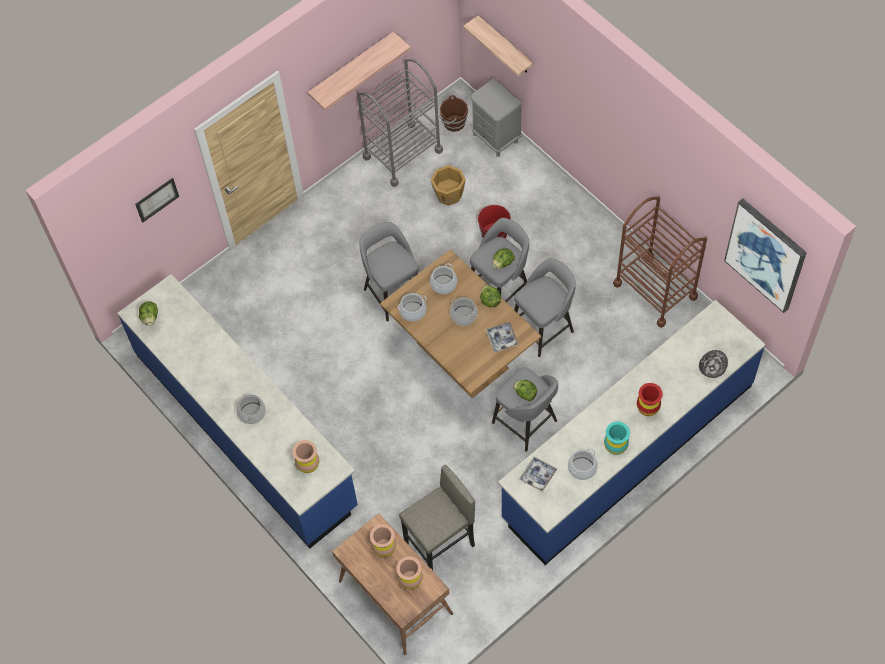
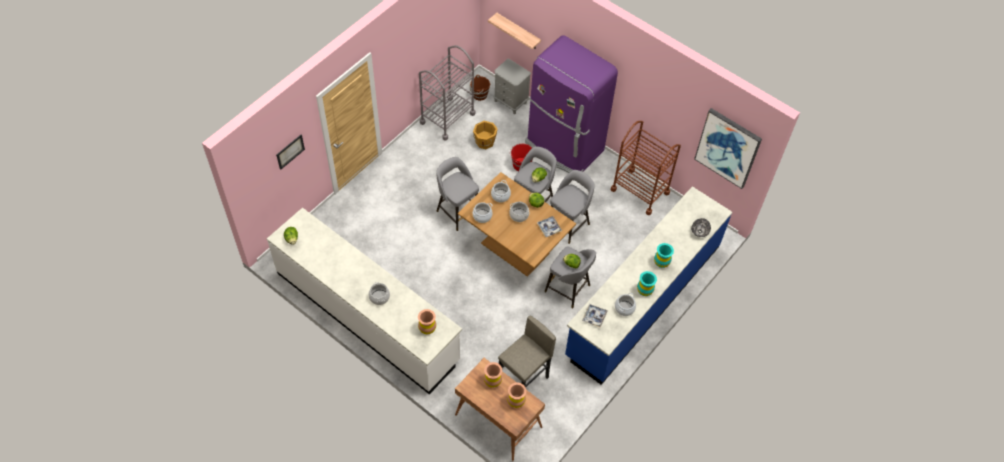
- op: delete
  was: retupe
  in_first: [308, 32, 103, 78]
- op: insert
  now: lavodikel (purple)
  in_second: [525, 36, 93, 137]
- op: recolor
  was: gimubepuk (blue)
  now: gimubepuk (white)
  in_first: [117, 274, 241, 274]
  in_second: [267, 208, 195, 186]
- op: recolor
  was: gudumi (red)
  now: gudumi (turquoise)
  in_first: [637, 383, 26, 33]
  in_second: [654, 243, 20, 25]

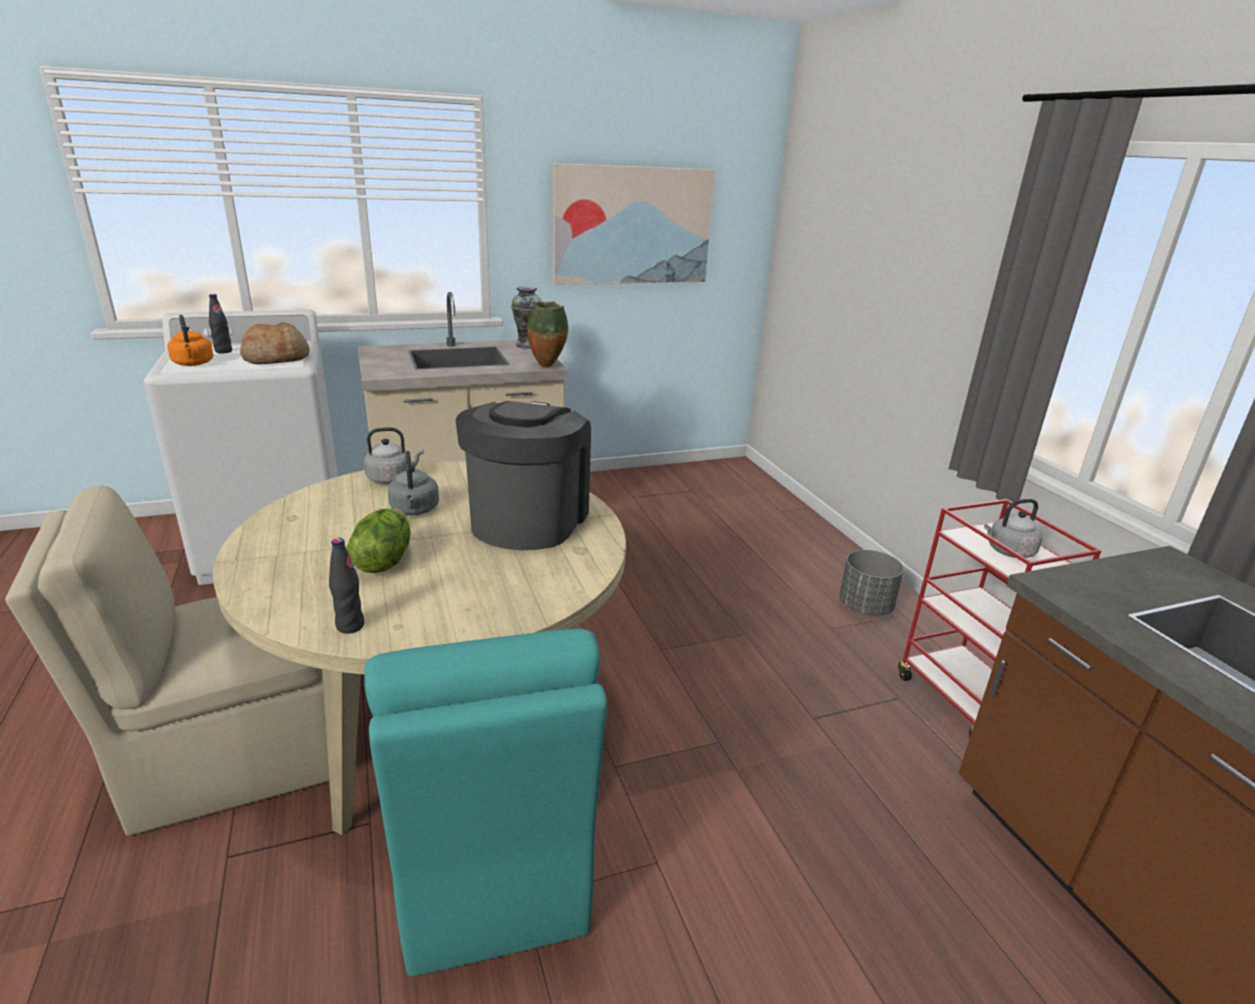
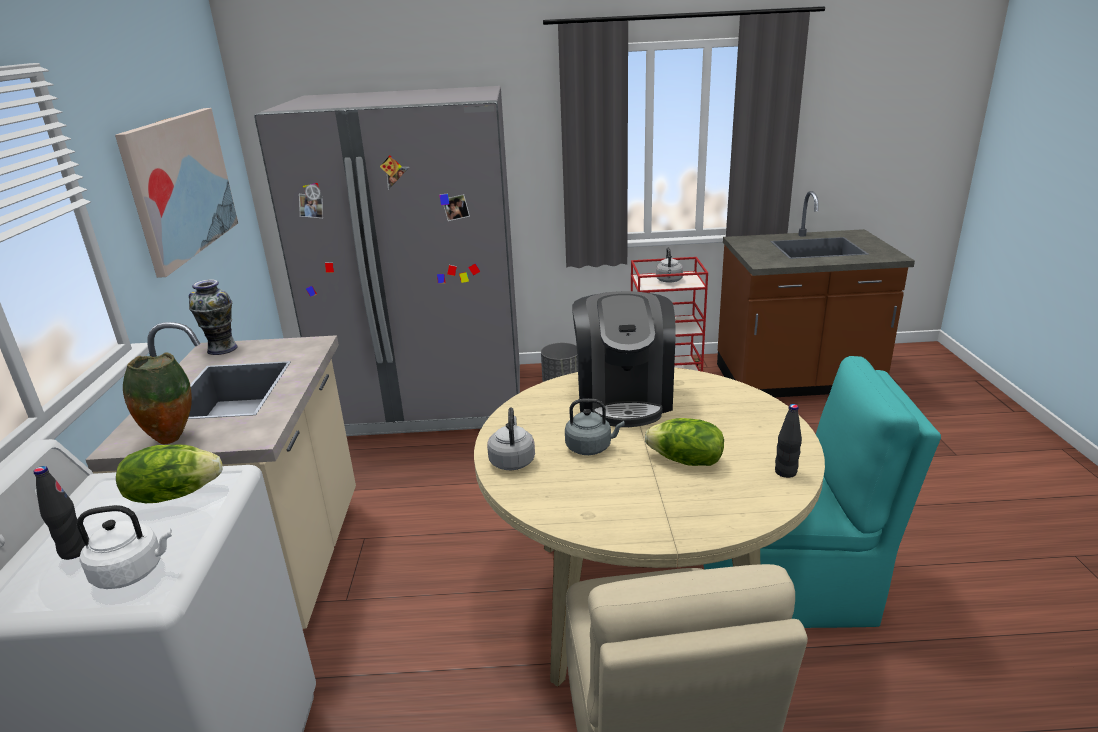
- op: insert
  now: lavodikel (grey)
  in_second: [254, 86, 266, 350]
- op: move
  was: gudumi
  in_first: [527, 302, 41, 65]
  in_second: [123, 352, 69, 92]
- op: replace
  was: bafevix
  now: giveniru
  in_first: [240, 322, 70, 42]
  in_second: [116, 444, 106, 59]
- op: recolor
  was: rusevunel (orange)
  now: rusevunel (white)
  in_first: [167, 315, 46, 51]
  in_second: [77, 505, 95, 84]
- op: rotate
  was: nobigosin
  in_first: [455, 401, 136, 149]
  in_second: [572, 291, 104, 136]
  clockwise: -120

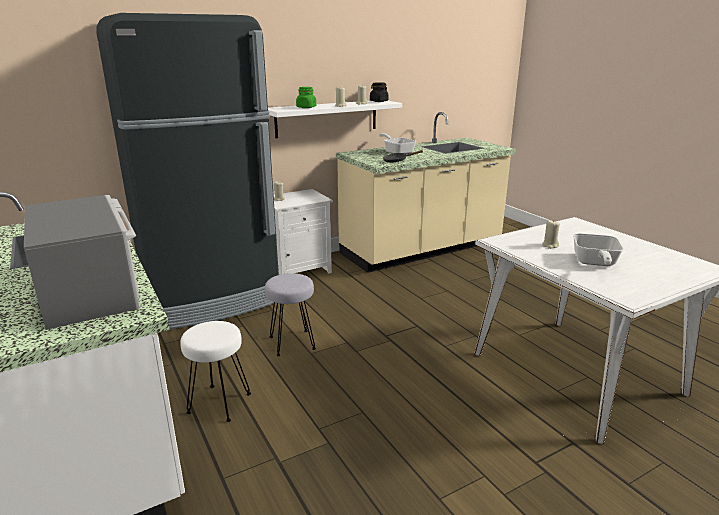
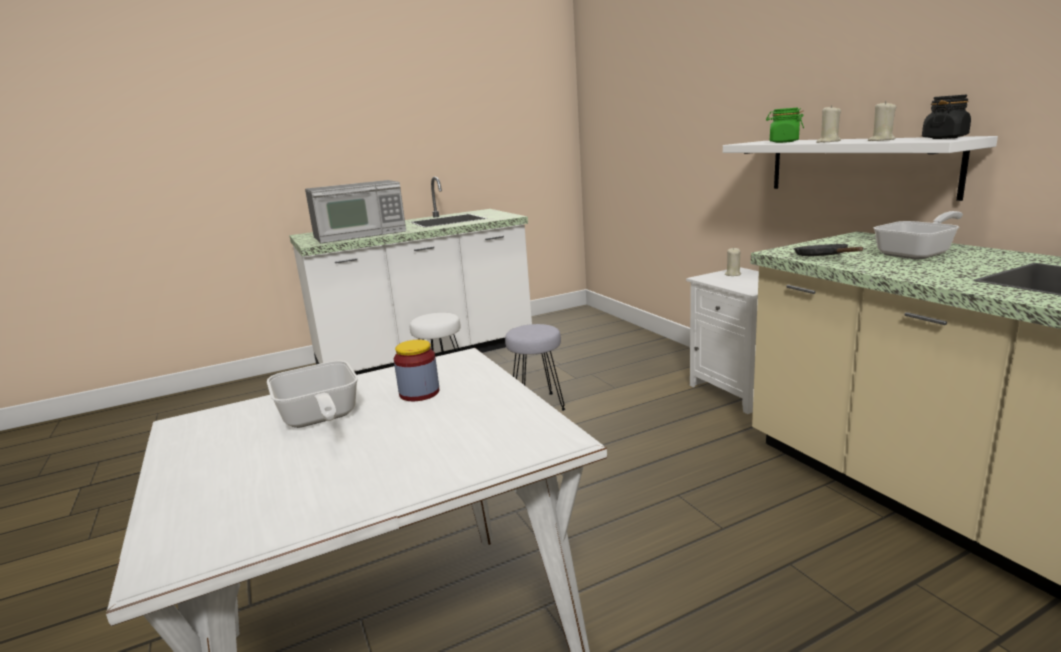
- op: delete
  was: lavodikel (black)
  in_first: [97, 13, 182, 316]
- op: replace
  was: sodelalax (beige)
  now: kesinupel
  in_first: [542, 221, 18, 28]
  in_second: [394, 340, 46, 61]
- op: rotate
  was: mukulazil
  in_first: [573, 233, 51, 33]
  in_second: [267, 361, 91, 67]
  clockwise: -135

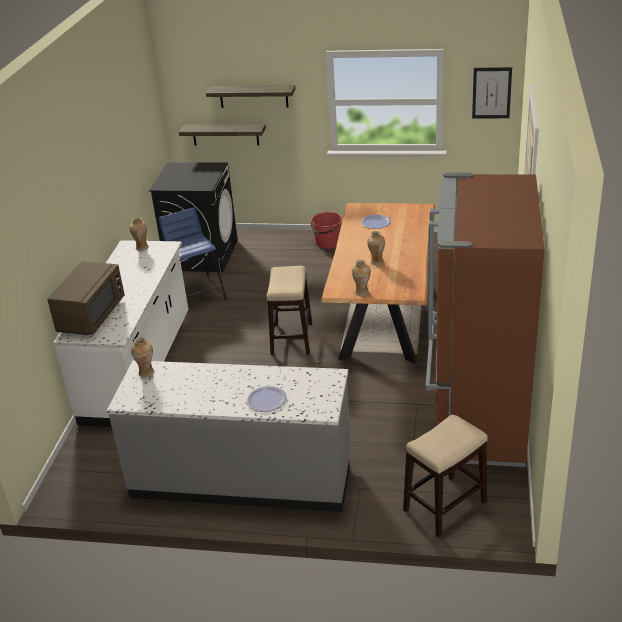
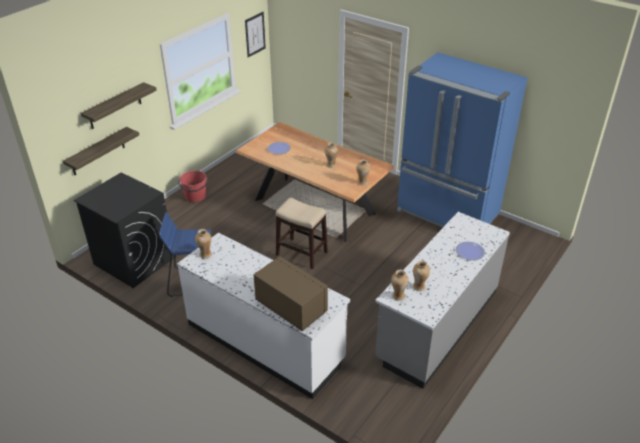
- op: delete
  was: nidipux
  in_first: [403, 415, 85, 122]
- op: insert
  now: gudumi
  in_second: [413, 260, 17, 31]
- op: recolor
  was: lavodikel (brown)
  now: lavodikel (blue)
  in_first: [426, 172, 119, 295]
  in_second: [397, 52, 131, 175]

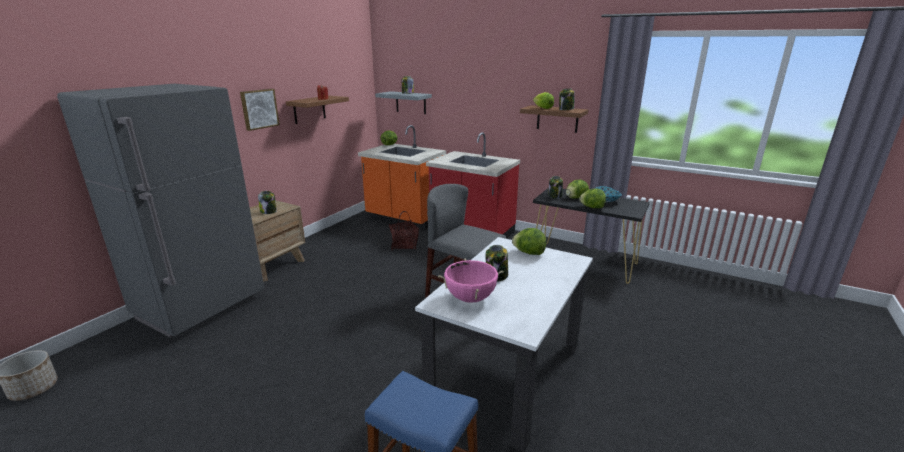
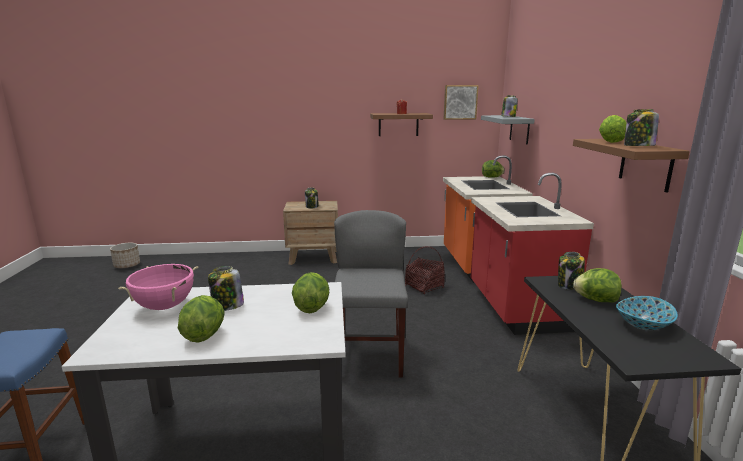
- op: delete
  was: lavodikel (grey)
  in_first: [57, 84, 207, 254]
- op: move
  was: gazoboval
  in_first: [240, 89, 40, 42]
  in_second: [444, 85, 35, 35]
- op: move
  was: giveniru
  in_first: [579, 189, 27, 19]
  in_second: [178, 295, 47, 48]

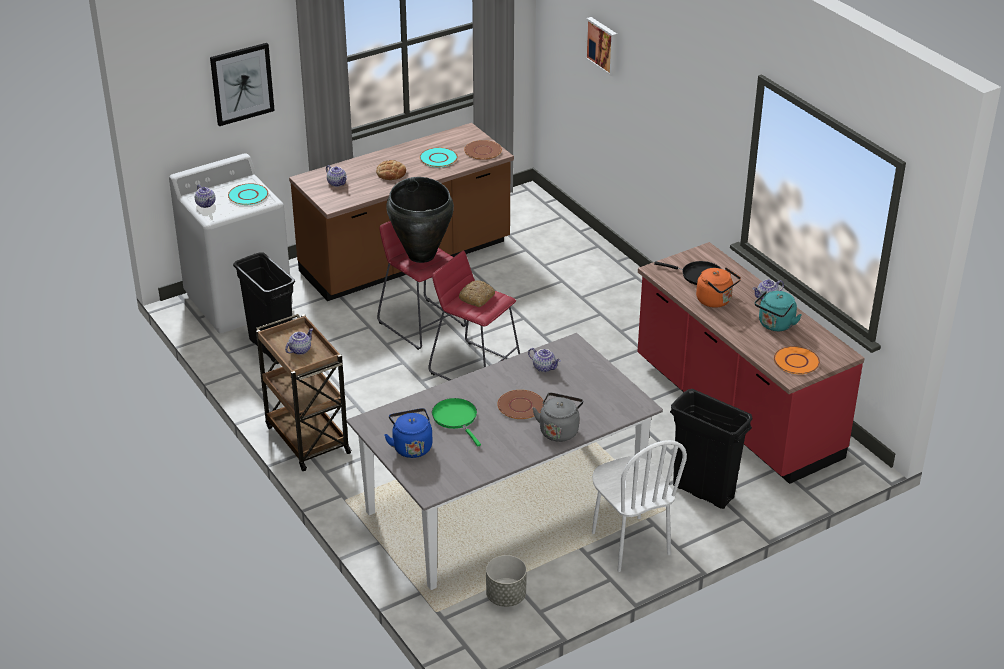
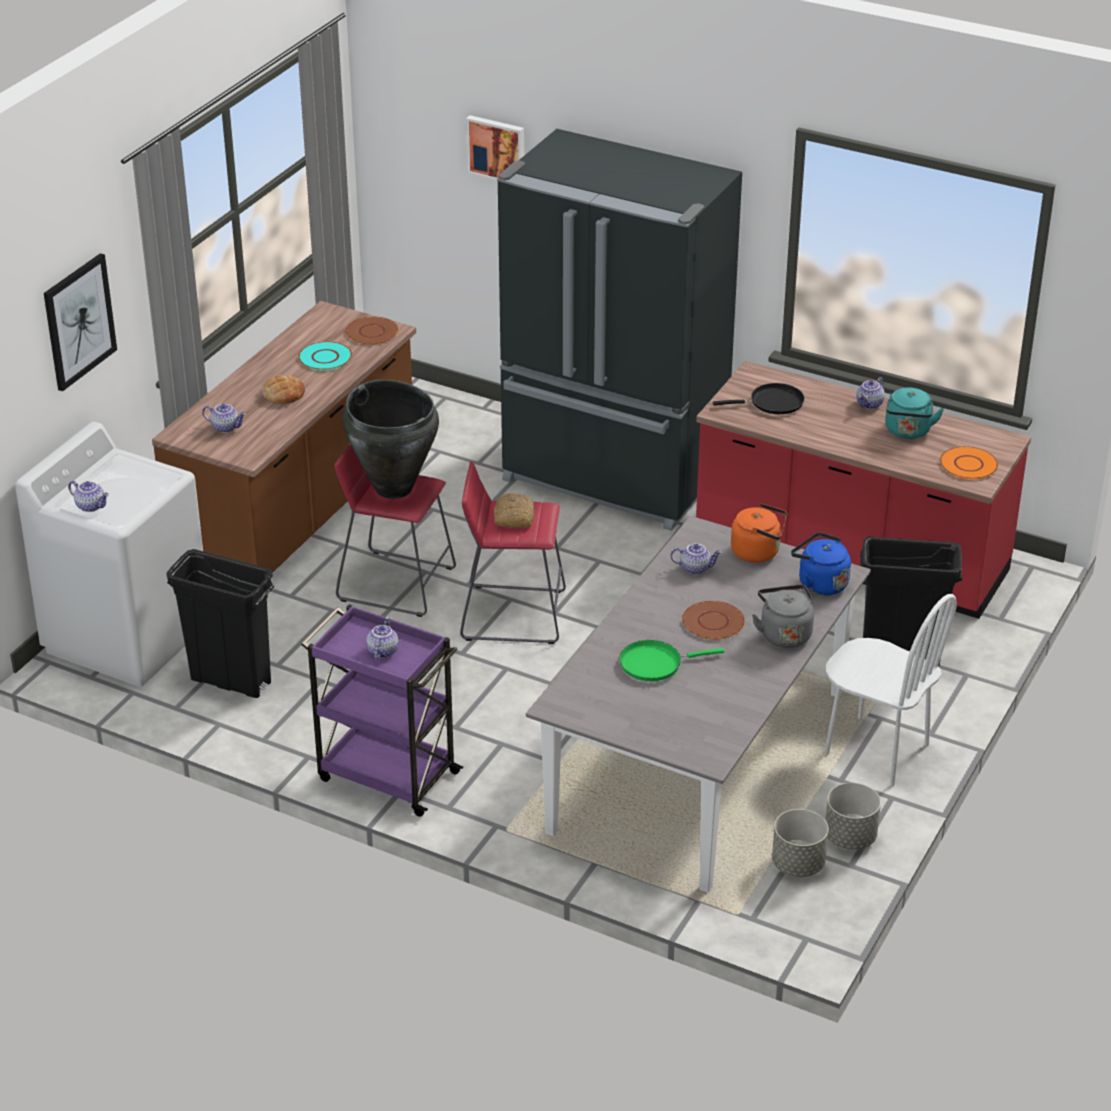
- op: delete
  was: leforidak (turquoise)
  in_first: [228, 184, 40, 21]
- op: insert
  now: lavodikel (black)
  in_second: [497, 129, 245, 402]
- op: insert
  now: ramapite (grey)
  in_second: [825, 783, 56, 66]
- op: move
  was: rusevunel (blue)
  in_first: [384, 408, 49, 50]
  in_second: [791, 532, 60, 64]
- op: move
  was: rusevunel (orange)
  in_first: [696, 267, 45, 41]
  in_second: [731, 503, 56, 60]
- op: recolor
  was: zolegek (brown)
  now: zolegek (purple)
  in_first: [256, 314, 96, 157]
  in_second: [301, 604, 162, 213]
- op: rotate
  was: mukulazil (green)
  in_first: [432, 398, 49, 48]
  in_second: [619, 640, 105, 41]
  clockwise: -45

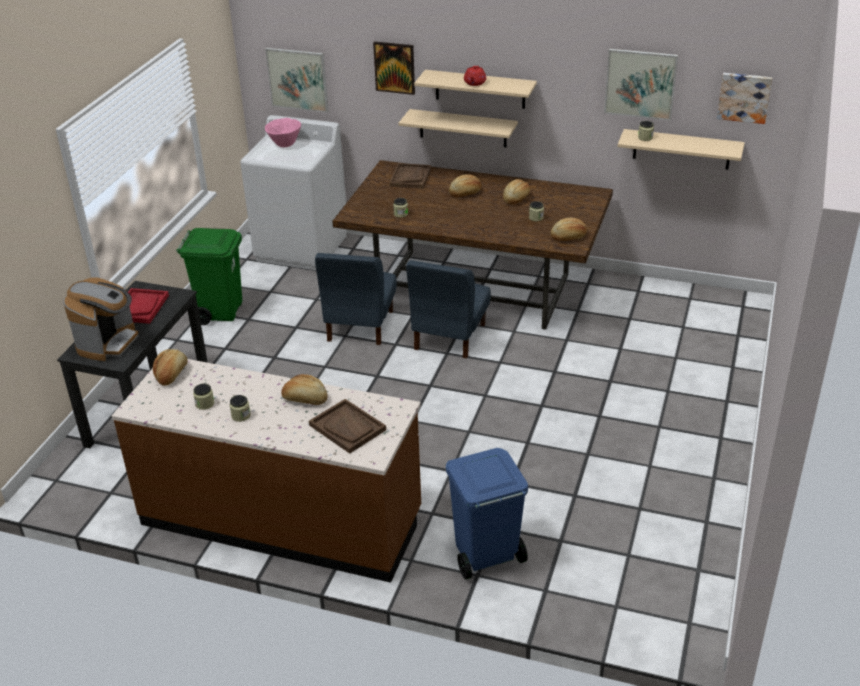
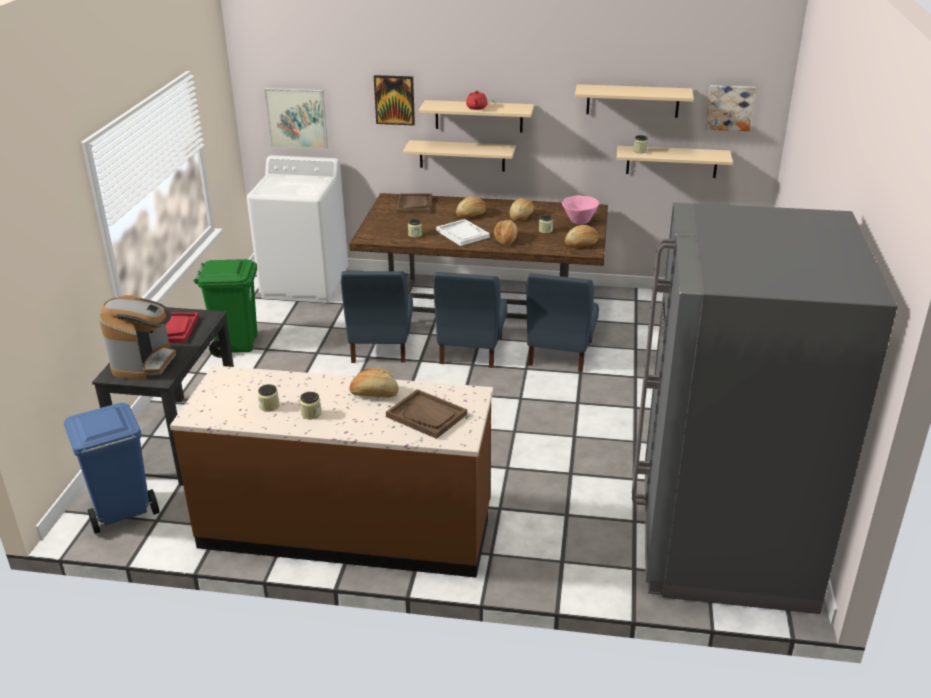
- op: insert
  now: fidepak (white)
  in_second: [436, 219, 54, 27]
- op: insert
  now: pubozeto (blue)
  in_second: [526, 273, 73, 99]
- op: insert
  now: lavodikel (grey)
  in_second: [632, 203, 266, 411]
- op: move
  was: bafevix
  in_first: [153, 349, 35, 37]
  in_second: [494, 220, 23, 26]
- op: move
  was: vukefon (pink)
  in_first: [265, 118, 36, 29]
  in_second: [562, 195, 37, 30]
- op: move
  was: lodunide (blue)
  in_first: [446, 448, 82, 131]
  in_second: [64, 403, 96, 131]
- op: replace
  was: gazoboval
  now: retupe (beige)
  in_first: [604, 49, 74, 71]
  in_second: [575, 84, 119, 34]

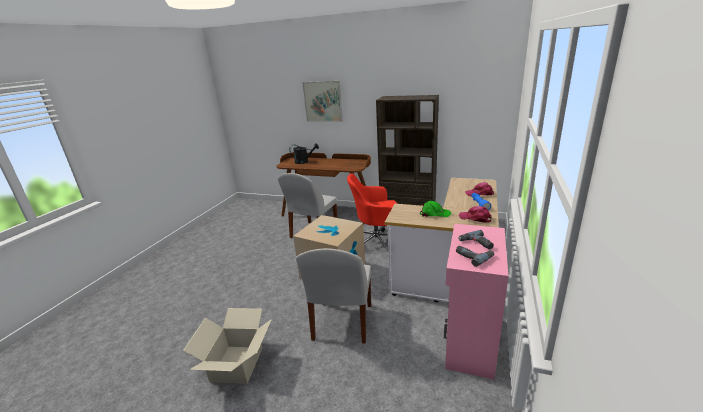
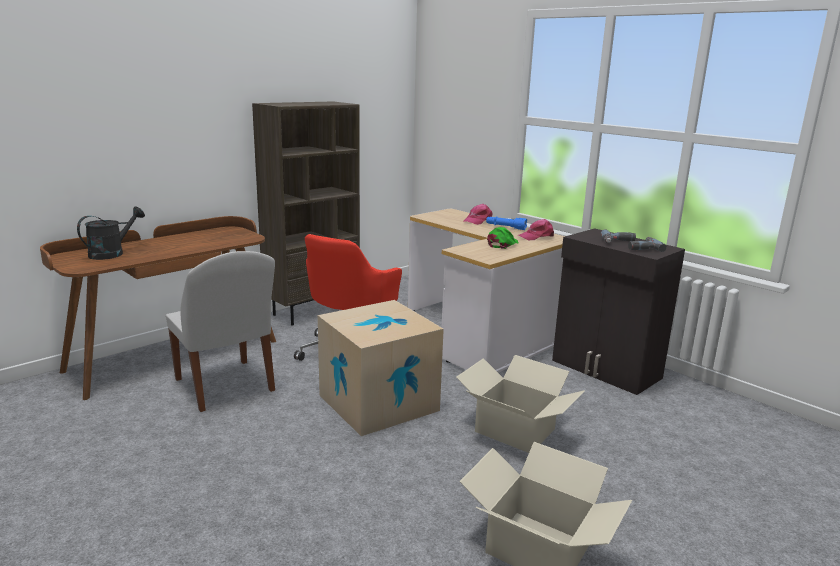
- op: delete
  was: gazoboval
  in_first: [302, 81, 41, 41]
- op: replace
  was: pubozeto (white)
  now: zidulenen
  in_first: [296, 248, 75, 96]
  in_second: [456, 355, 128, 98]
- op: recolor
  was: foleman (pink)
  now: foleman (black)
  in_first: [444, 224, 64, 156]
  in_second: [552, 228, 133, 167]

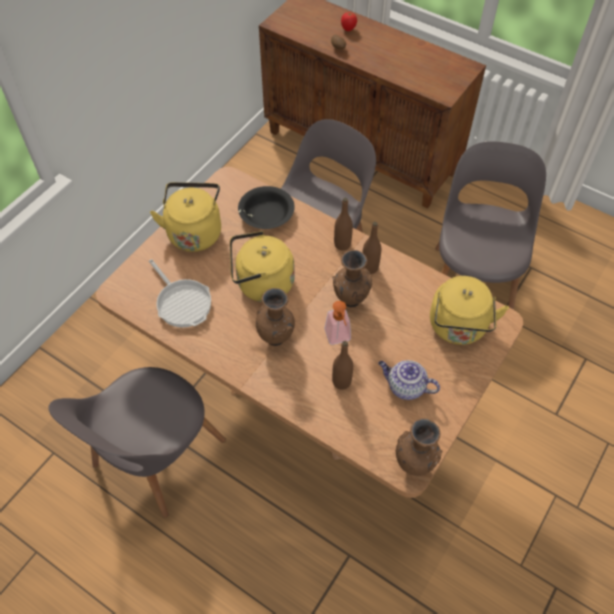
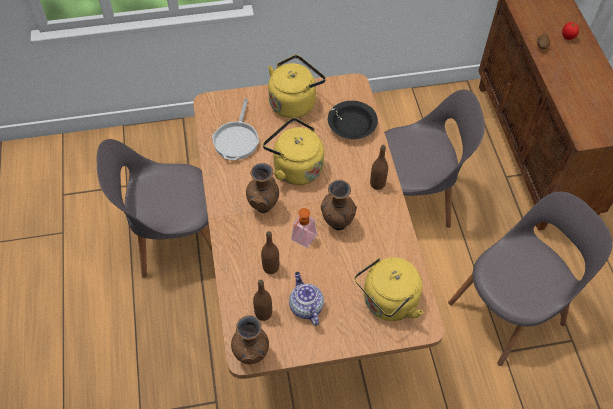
- op: move
  was: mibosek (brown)
  in_first: [362, 222, 19, 52]
  in_second: [253, 279, 19, 42]

